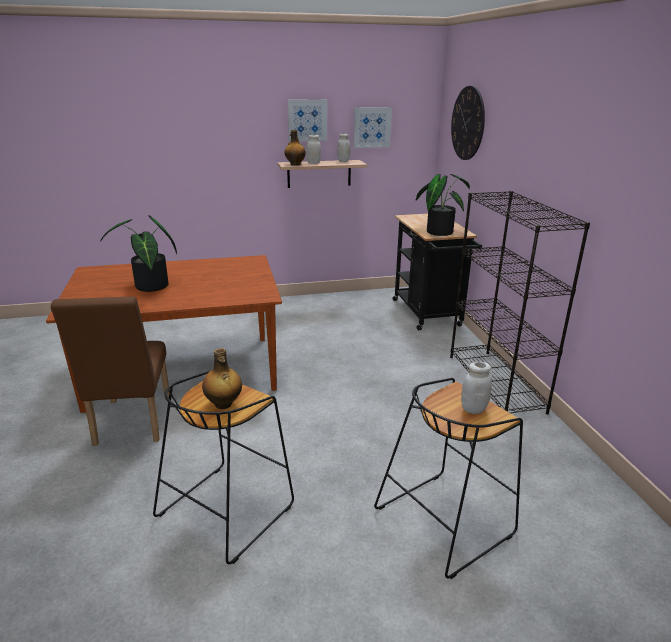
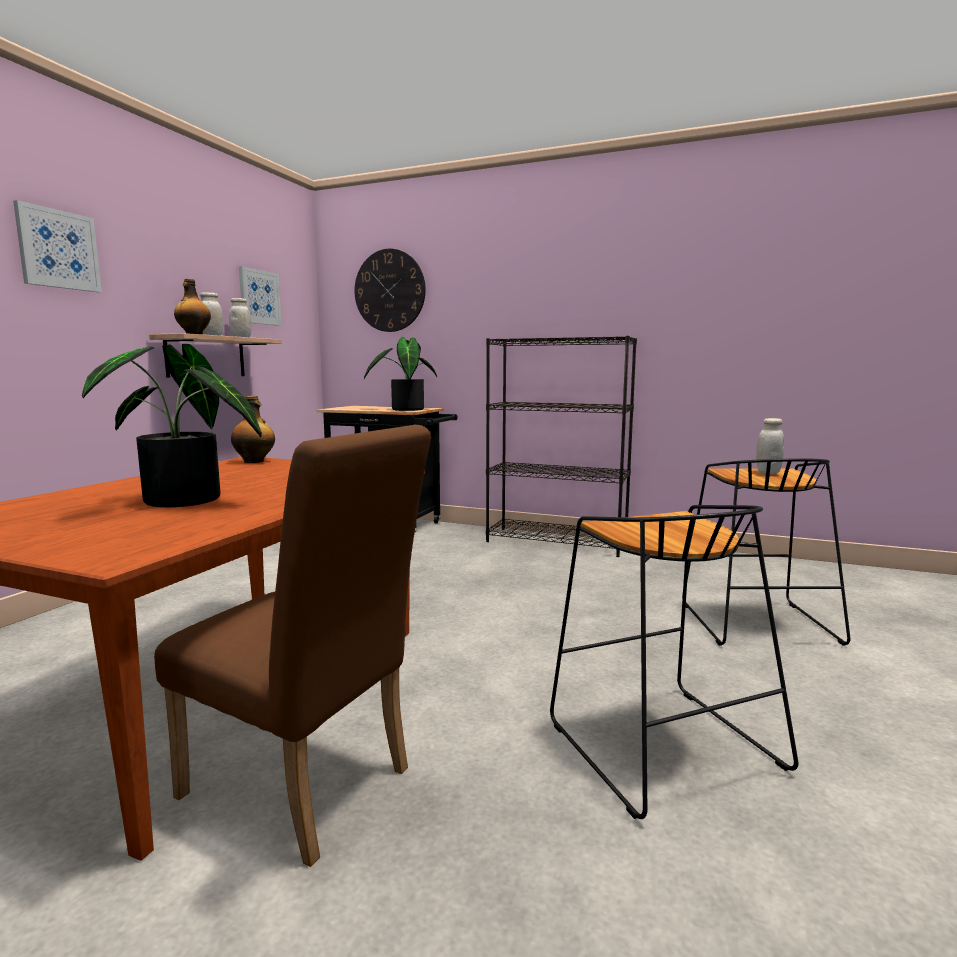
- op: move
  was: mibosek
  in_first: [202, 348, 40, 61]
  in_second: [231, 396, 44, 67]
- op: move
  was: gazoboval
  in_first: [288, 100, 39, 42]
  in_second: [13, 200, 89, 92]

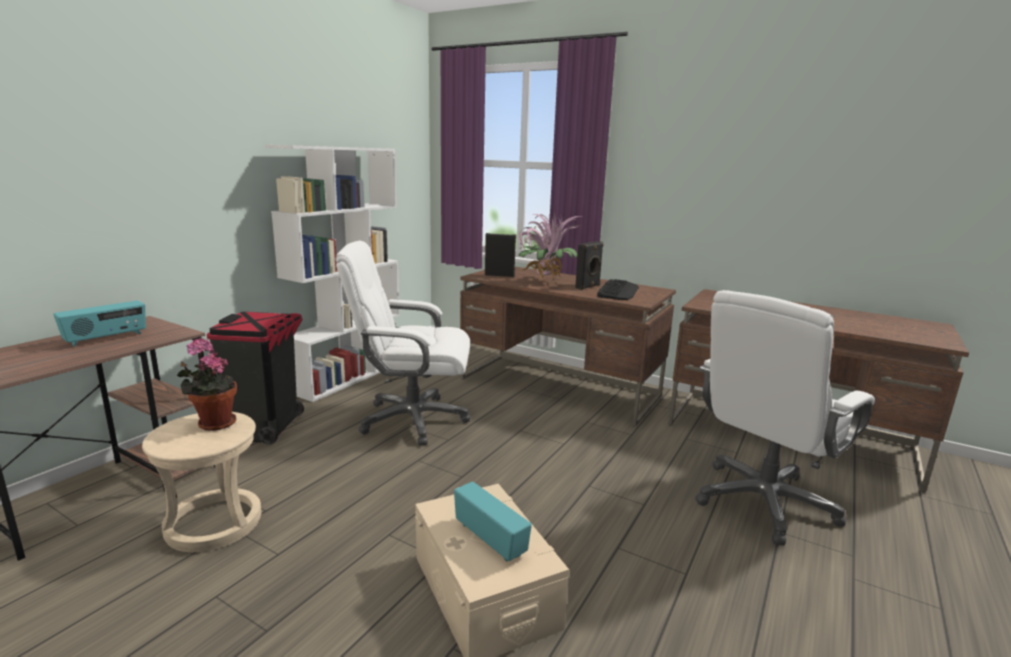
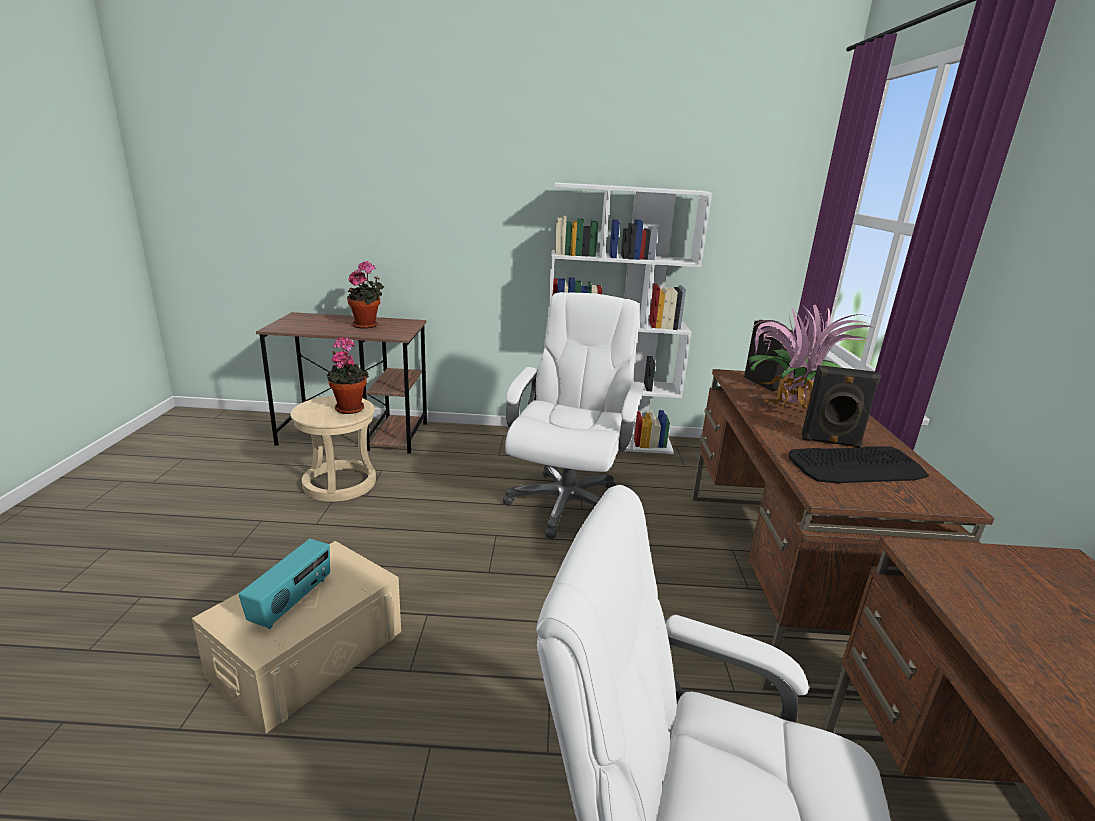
- op: delete
  was: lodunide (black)
  in_first: [207, 312, 97, 133]
- op: replace
  was: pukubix
  now: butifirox
  in_first: [53, 300, 93, 47]
  in_second: [347, 261, 37, 68]
- op: rotate
  was: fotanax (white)
  in_first: [335, 241, 135, 205]
  in_second: [503, 292, 142, 247]
  clockwise: 45

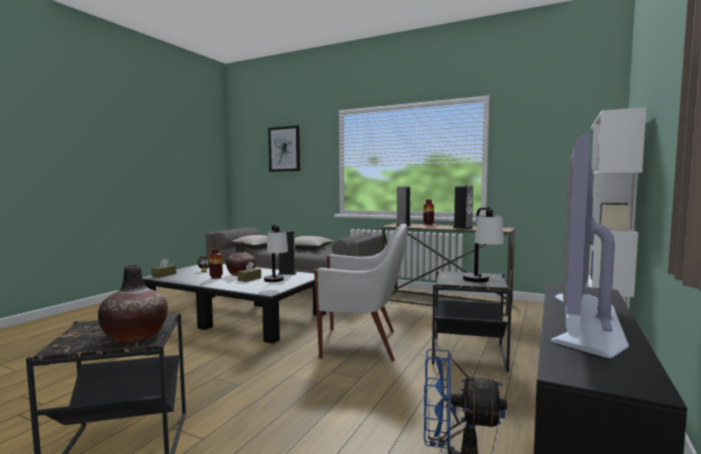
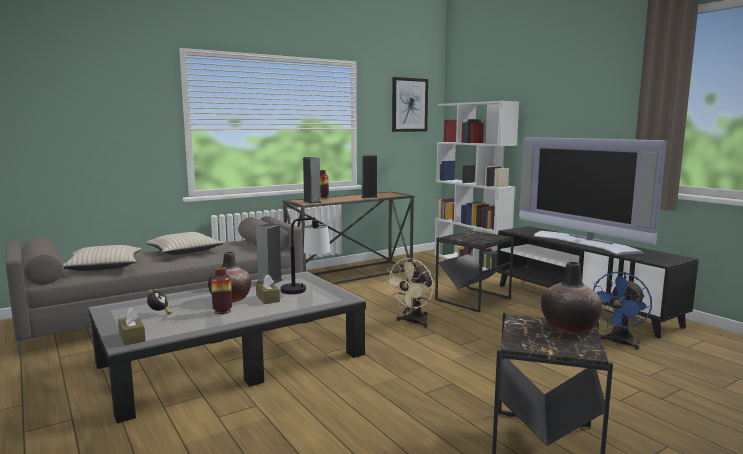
- op: delete
  was: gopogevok
  in_first: [463, 207, 41, 75]
- op: move
  was: gazoboval
  in_first: [268, 125, 32, 47]
  in_second: [392, 77, 36, 55]
- op: replace
  was: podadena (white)
  now: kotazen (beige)
  in_first: [314, 224, 93, 137]
  in_second: [384, 258, 51, 70]

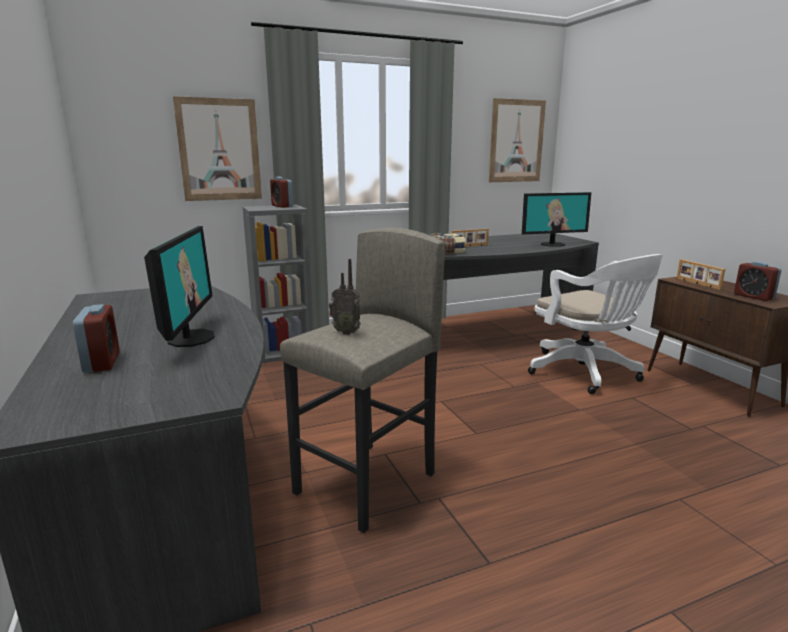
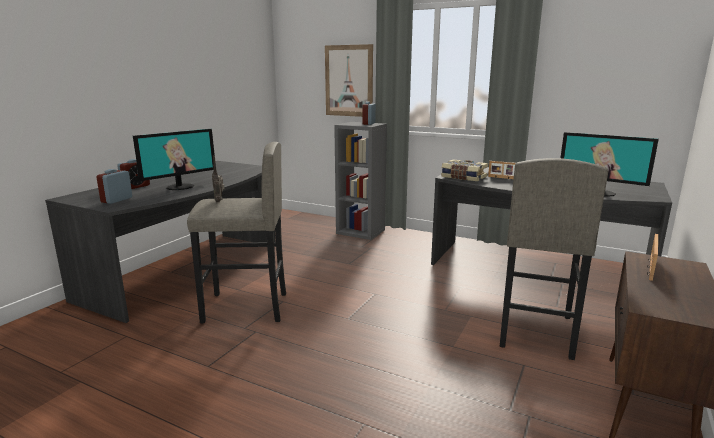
- op: delete
  was: gazoboval
  in_first: [489, 98, 57, 84]
- op: move
  was: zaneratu
  in_first: [734, 262, 48, 39]
  in_second: [96, 169, 36, 35]
- op: replace
  was: fotanax (white)
  now: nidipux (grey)
  in_first: [528, 254, 135, 140]
  in_second: [500, 158, 109, 202]

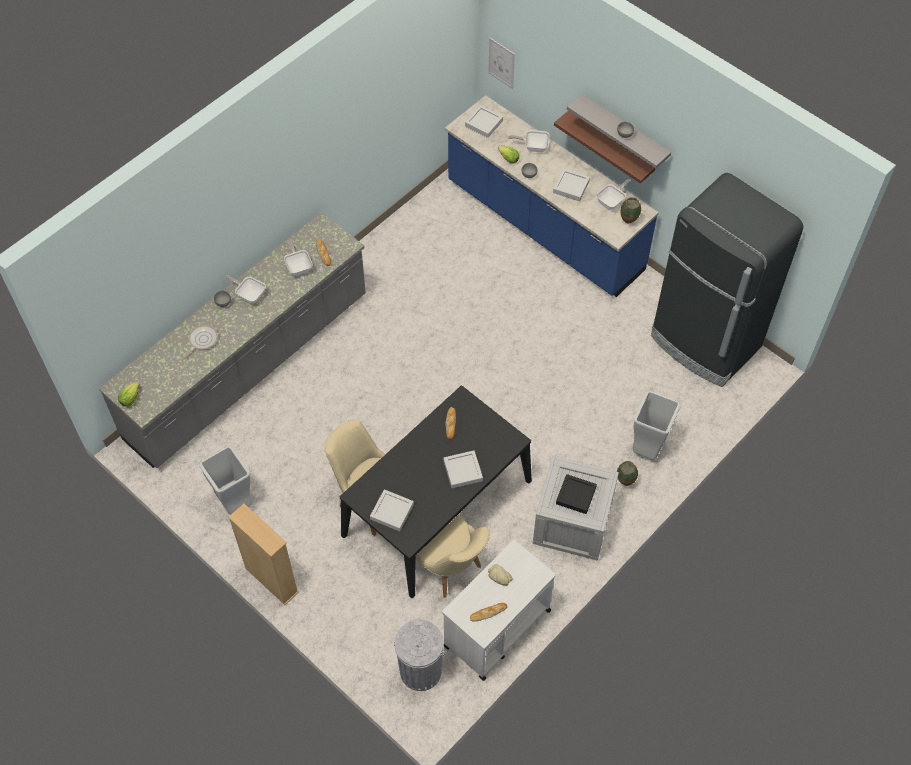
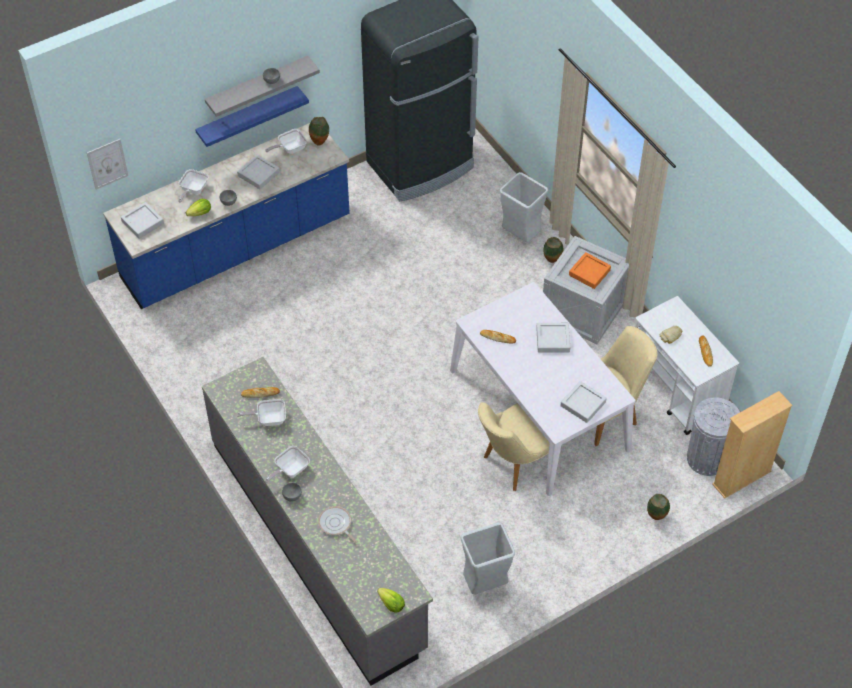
- op: insert
  now: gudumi
  in_second: [647, 494, 23, 26]
- op: move
  was: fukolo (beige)
  in_first: [228, 504, 71, 101]
  in_second: [712, 391, 80, 108]
- op: recolor
  was: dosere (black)
  now: dosere (white)
  in_first: [340, 385, 192, 213]
  in_second: [450, 282, 186, 214]
- op: recolor
  was: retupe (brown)
  now: retupe (blue)
  in_first: [554, 111, 101, 73]
  in_second: [195, 86, 114, 61]
- op: recolor
  was: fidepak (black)
  now: fidepak (orange)
  in_first: [556, 474, 41, 40]
  in_second: [569, 252, 42, 37]
- op: rotate
  was: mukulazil
  in_first: [596, 179, 35, 31]
  in_second: [265, 129, 42, 25]
  clockwise: -90

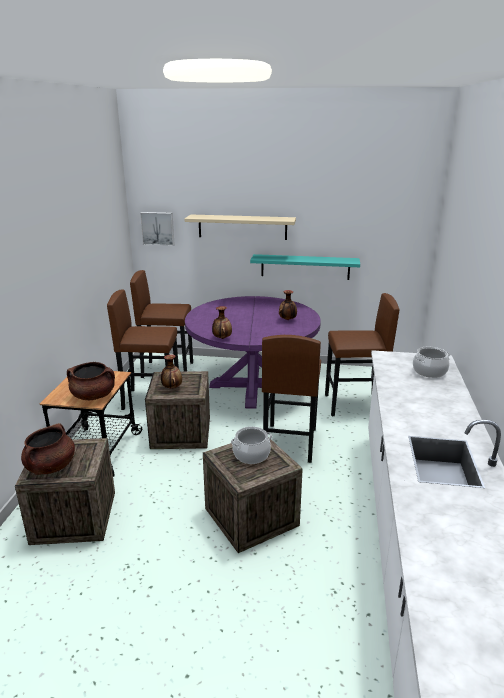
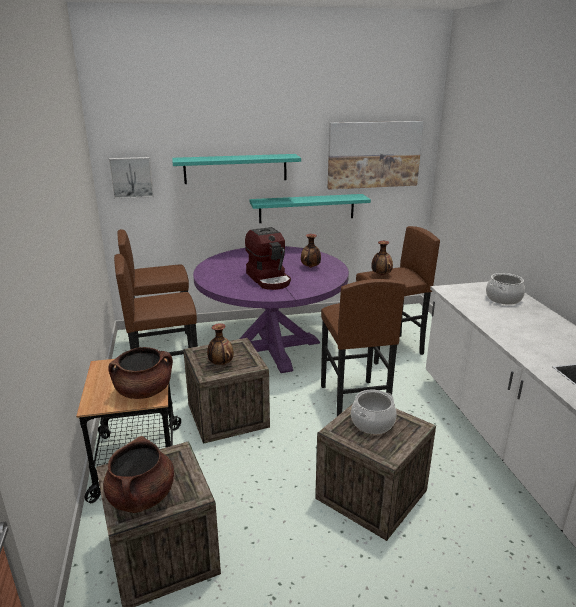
- op: insert
  now: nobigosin
  in_second: [245, 227, 46, 63]
- op: insert
  now: gazoboval
  in_second: [328, 121, 96, 68]
- op: move
  was: gudumi
  in_first: [212, 306, 20, 33]
  in_second: [371, 241, 22, 34]
- op: recolor
  was: retupe (beige)
  now: retupe (turquoise)
  in_first: [184, 214, 112, 26]
  in_second: [172, 154, 129, 30]

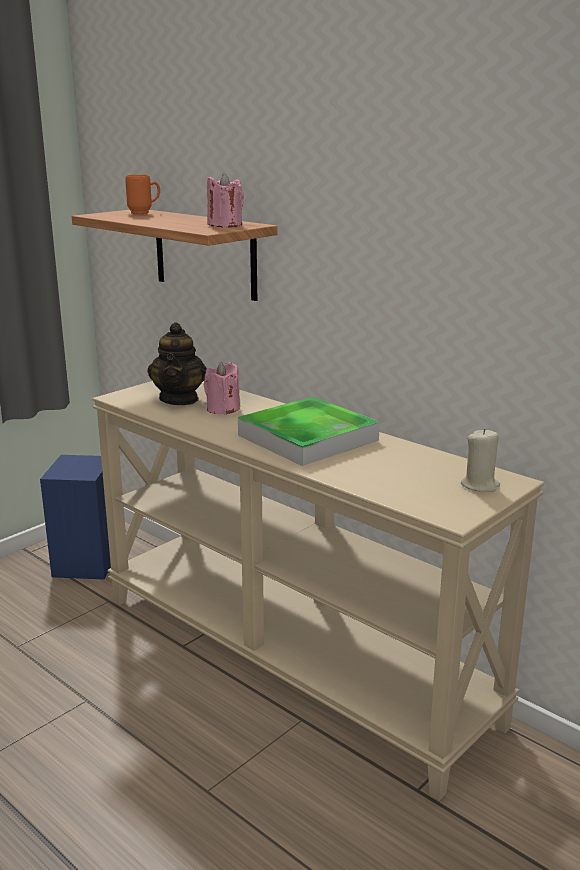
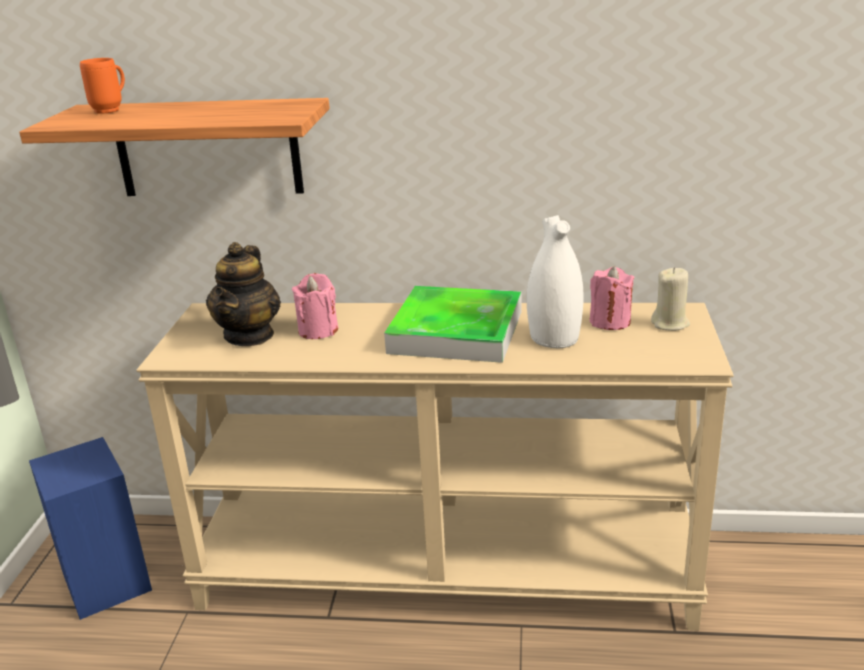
- op: insert
  now: gudumi (white)
  in_second: [527, 215, 56, 133]
- op: move
  was: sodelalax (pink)
  in_first: [207, 173, 37, 55]
  in_second: [589, 266, 45, 64]
- op: rotate
  was: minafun
  in_first: [148, 322, 59, 83]
  in_second: [206, 242, 75, 104]
  clockwise: 45

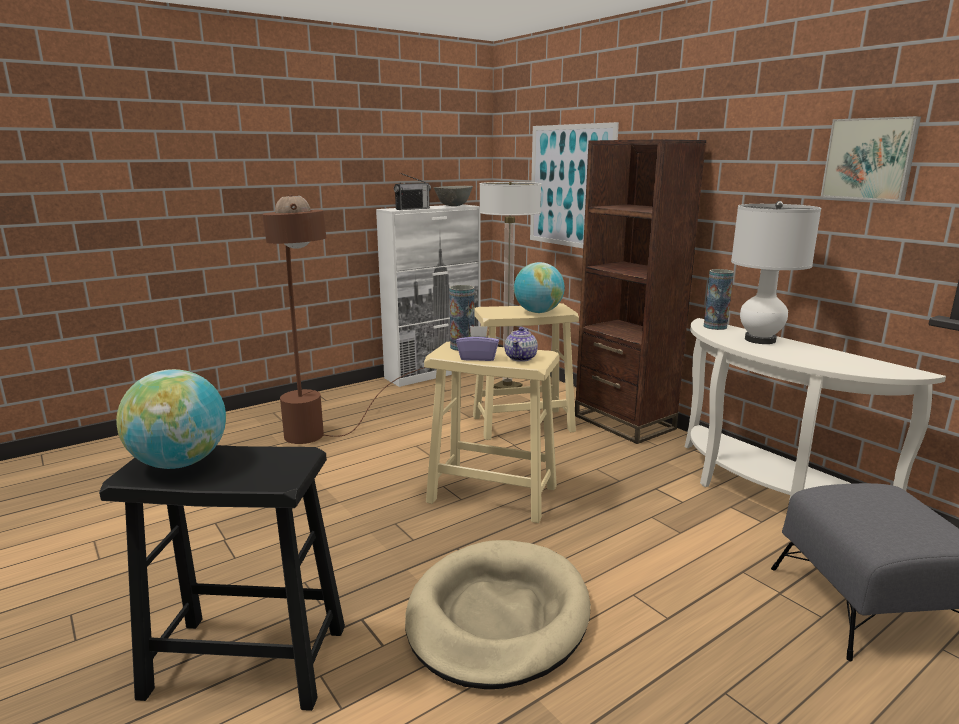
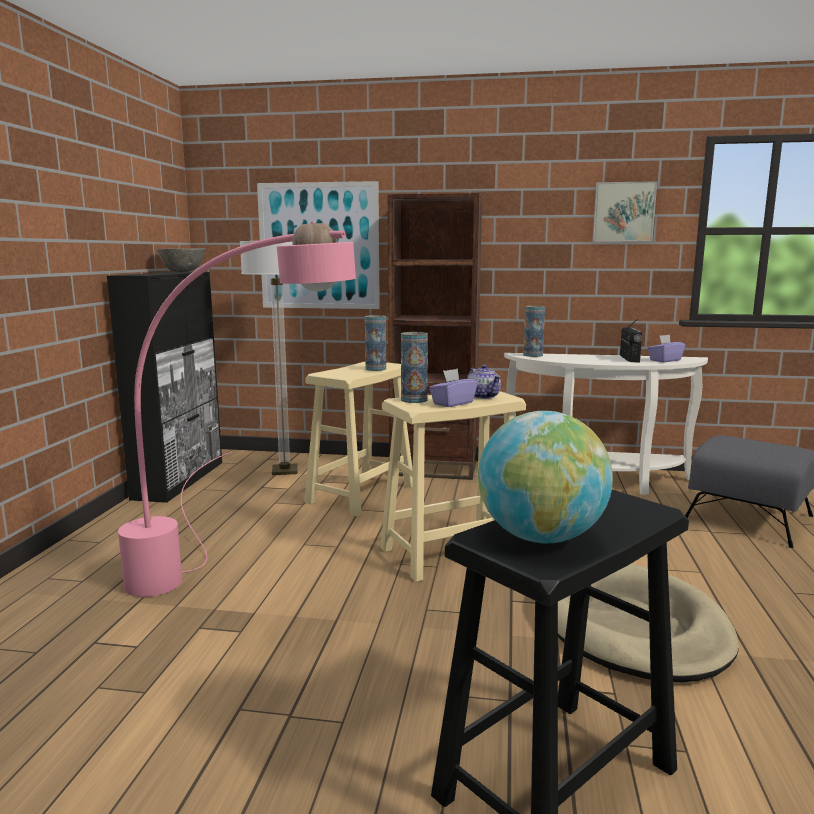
- op: delete
  was: gopogevok (white)
  in_first: [731, 201, 90, 143]
- op: insert
  now: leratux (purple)
  in_second: [647, 334, 38, 28]
- op: move
  was: pukubix
  in_first: [394, 173, 37, 37]
  in_second: [620, 319, 22, 43]
- op: replace
  was: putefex
  now: gudumi
  in_first: [514, 262, 51, 51]
  in_second: [365, 315, 21, 56]
- op: recolor
  was: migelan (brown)
  now: migelan (pink)
  in_first: [263, 195, 162, 249]
  in_second: [118, 221, 238, 376]
- op: recolor
  was: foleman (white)
  now: foleman (black)
  in_first: [376, 204, 104, 183]
  in_second: [107, 272, 115, 231]

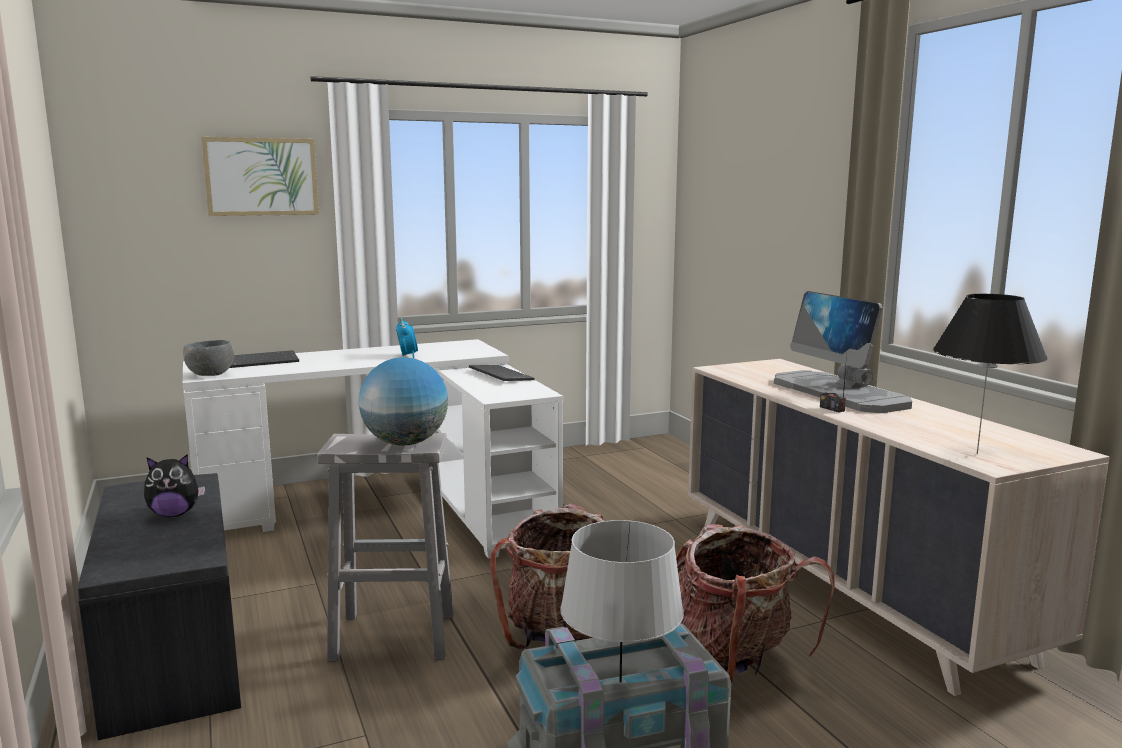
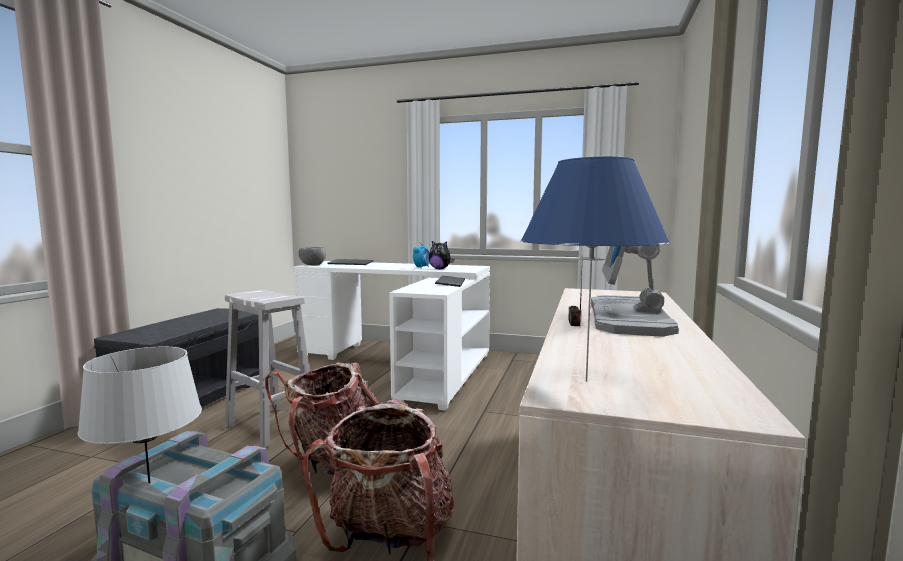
- op: delete
  was: gazoboval
  in_first: [201, 137, 118, 79]
- op: delete
  was: putefex
  in_first: [359, 357, 89, 88]
- op: move
  was: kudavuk
  in_first: [144, 455, 61, 62]
  in_second: [429, 241, 25, 28]
- op: recolor
  was: gopogevok (black)
  now: gopogevok (blue)
  in_first: [933, 294, 115, 160]
  in_second: [521, 157, 149, 225]

